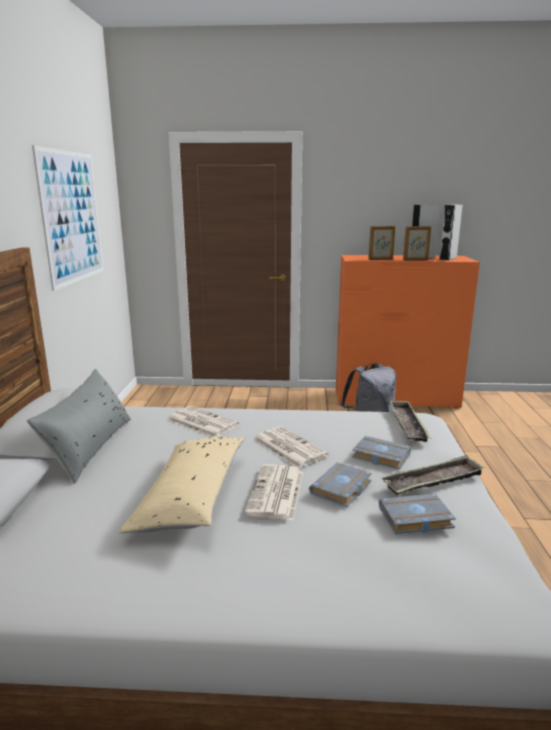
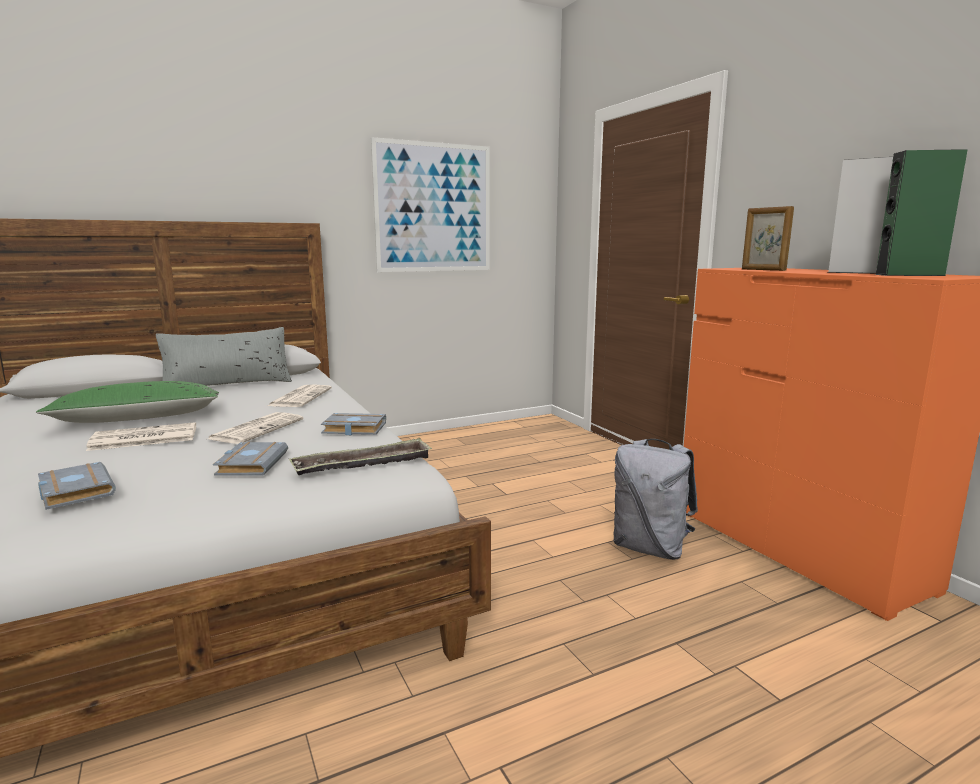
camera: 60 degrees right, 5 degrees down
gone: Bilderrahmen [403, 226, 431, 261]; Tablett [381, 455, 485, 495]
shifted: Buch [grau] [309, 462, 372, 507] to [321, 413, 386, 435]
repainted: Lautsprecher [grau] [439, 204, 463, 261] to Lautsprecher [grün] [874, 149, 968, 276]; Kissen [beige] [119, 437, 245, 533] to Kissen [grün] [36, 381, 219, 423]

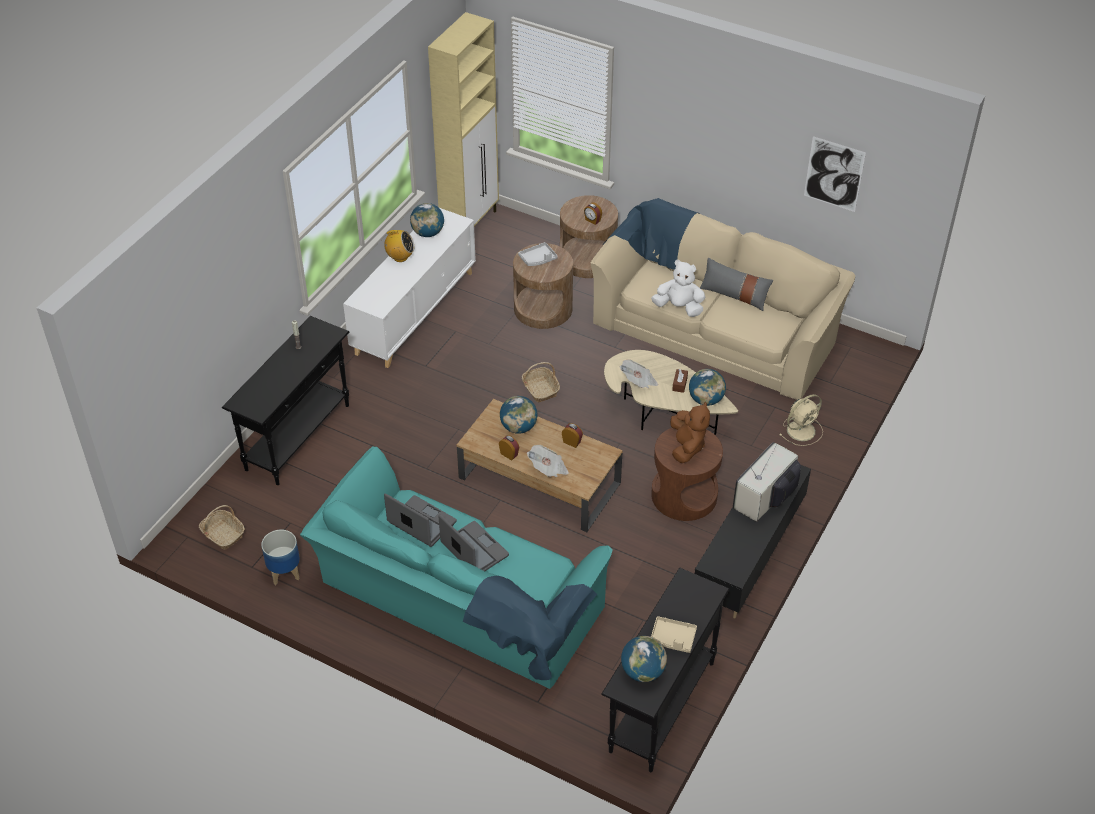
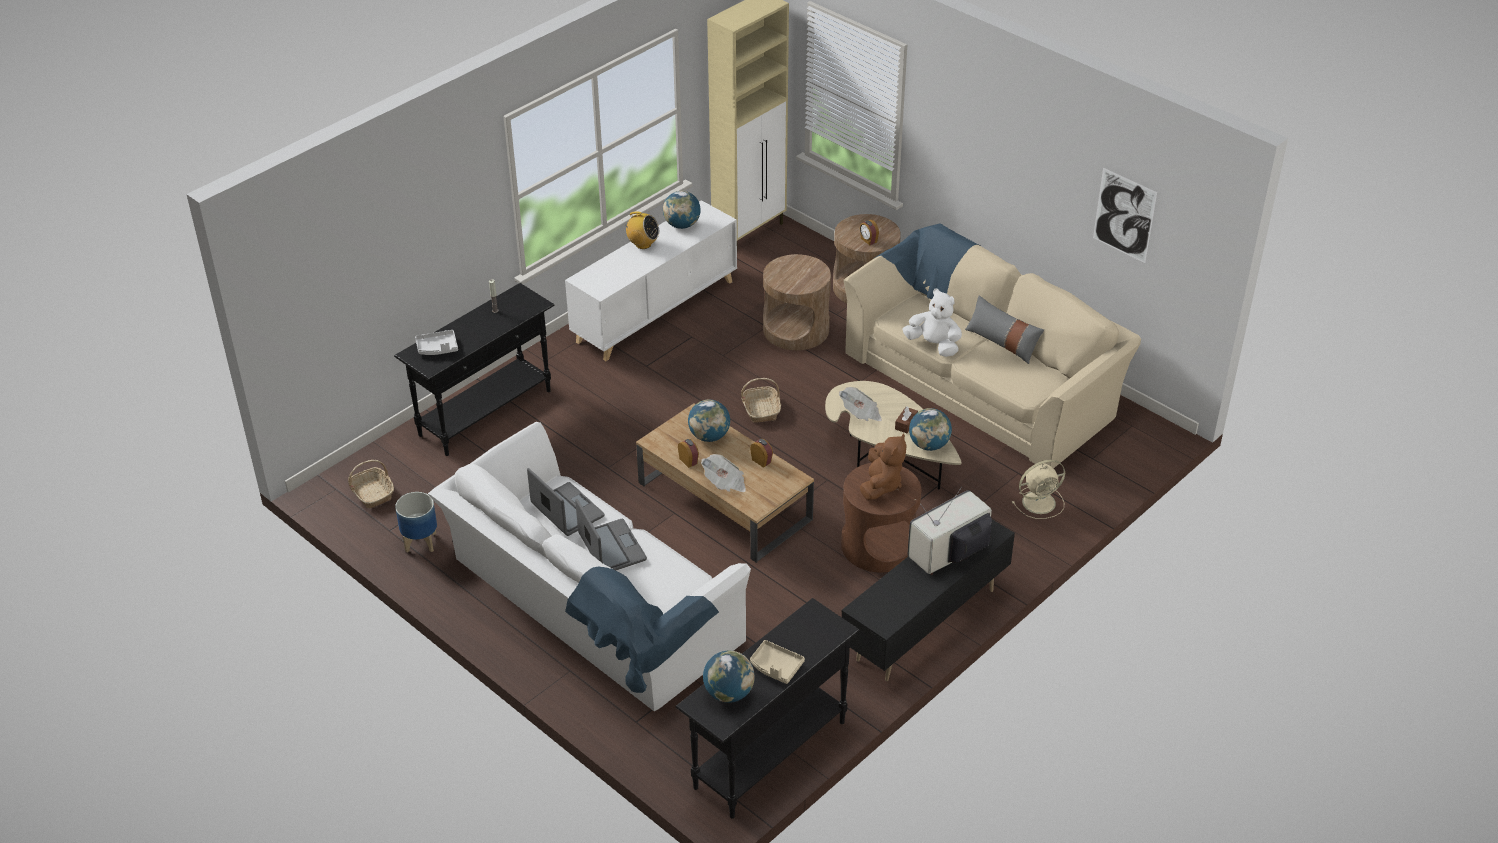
camera: 15 degrees right, 5 degrees down
shifted: Tablett [grau] [518, 242, 558, 266] to [415, 330, 458, 355]
repainted: Sofa [türkis] [300, 447, 613, 689] to Sofa [weiß] [428, 422, 751, 711]

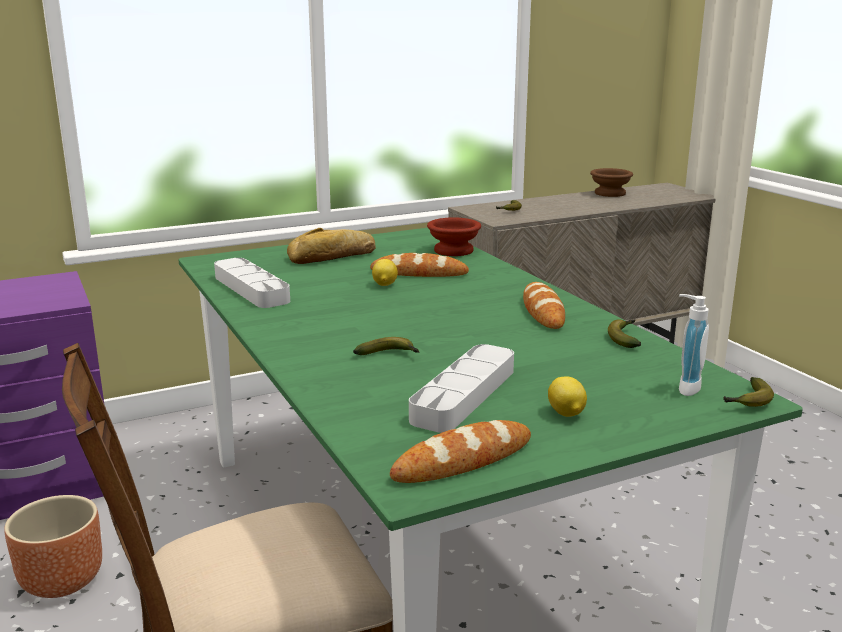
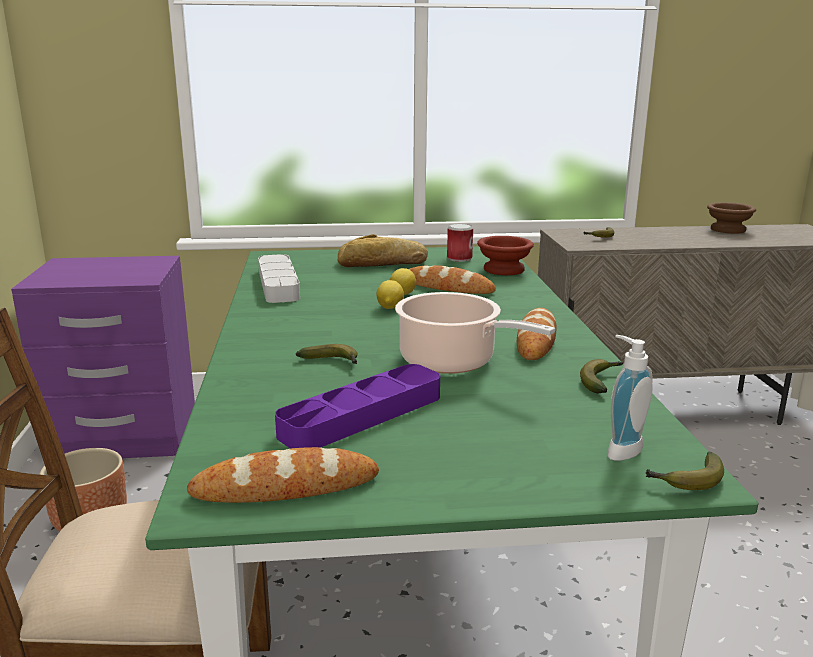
camera: 20 degrees right, 0 degrees up
new: Dose [447, 224, 473, 262]; Kochtopf [395, 292, 555, 374]
shifted: Zitrone [548, 376, 587, 417] to [376, 280, 404, 309]
repainted: Tablett [grau] [409, 344, 514, 433] to Tablett [lila] [275, 364, 440, 449]

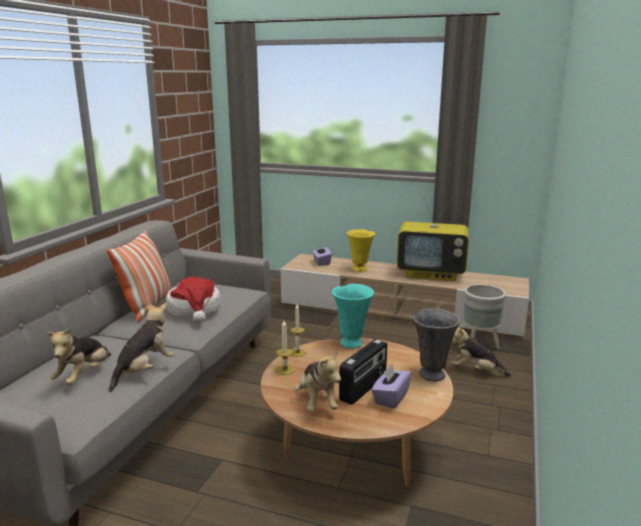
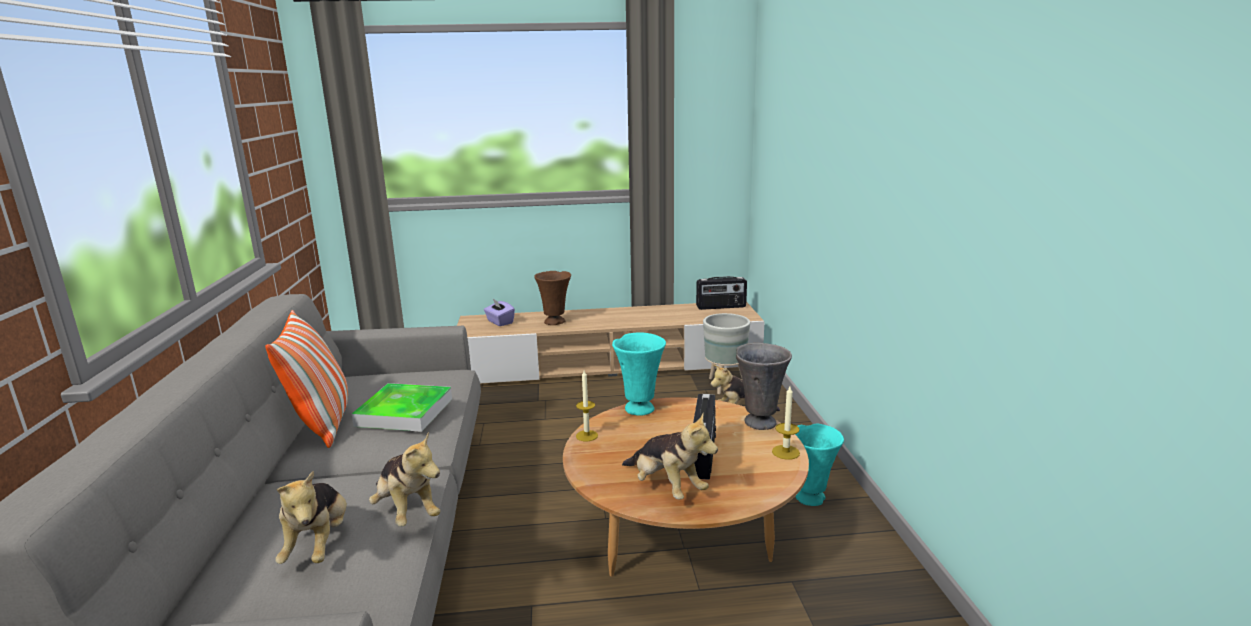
camera: 25 degrees left, 0 degrees up
gone: Fernseher [397, 197, 469, 281]; Taschentuchbox [lila] [371, 364, 412, 409]
new: Radio [696, 276, 747, 310]; Vase [türkis] [795, 424, 844, 506]
shifted: Kerze [275, 321, 295, 375] to [772, 386, 800, 460]
swapped: Hut [166, 277, 221, 323] to Tablett [352, 383, 452, 432]
repainted: Vase [gelb] [347, 229, 375, 272] to Vase [braun] [534, 271, 571, 325]
rotated: Plüschtier [109, 302, 174, 392] = [369, 432, 441, 527] 135 degrees clockwise

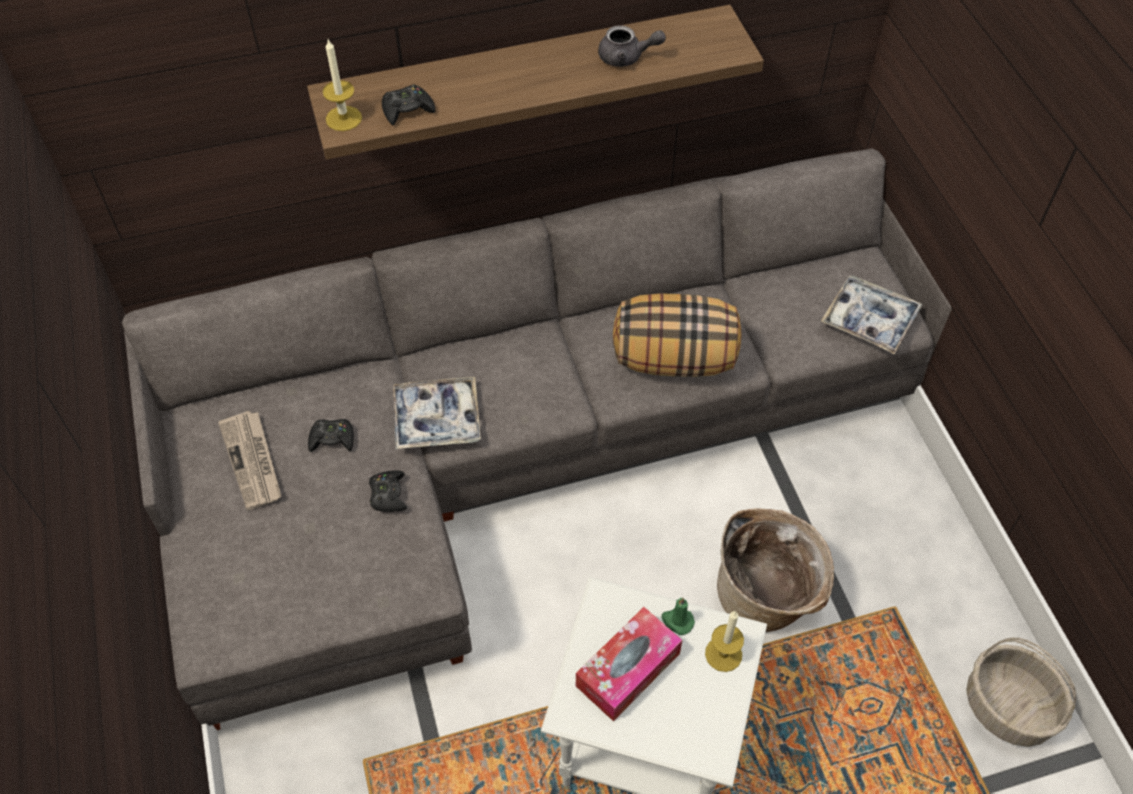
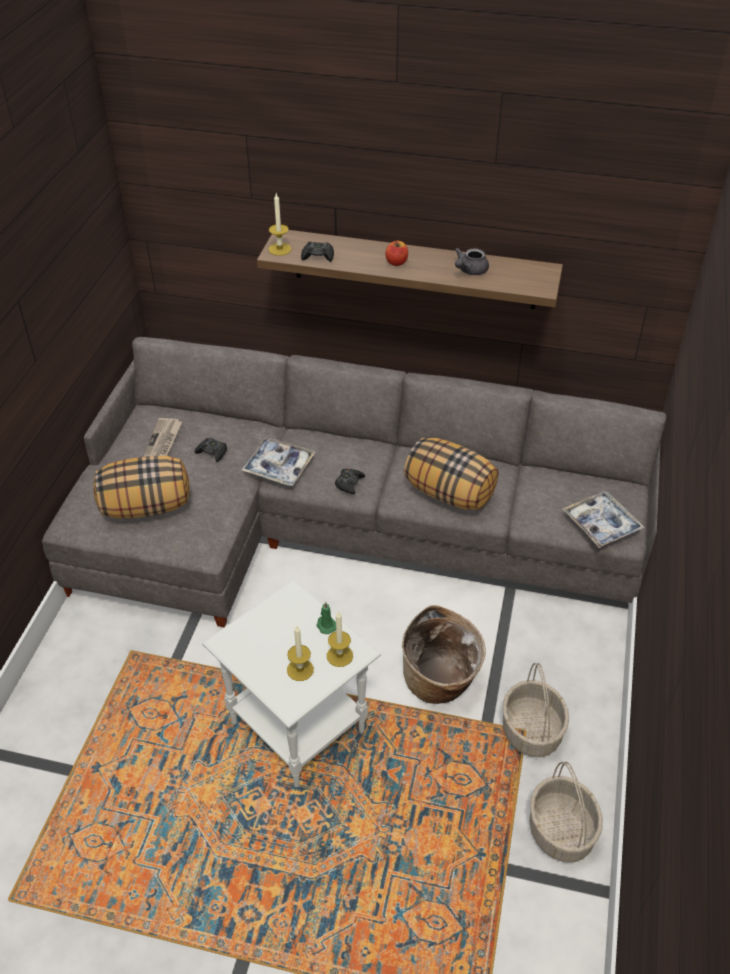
camera: 30 degrees right, 10 degrees down
gone: Taschentuchbox [576, 607, 682, 721]
new: Apfel [385, 241, 408, 266]; Kissen [93, 456, 189, 519]; Kerze [287, 626, 314, 681]; Korb [503, 663, 569, 757]
shifted: Gamepad [schwarz] [369, 470, 407, 512] to [335, 468, 365, 494]
rotated: Teekanne [grau] [598, 25, 666, 67] = [455, 248, 489, 275] 90 degrees clockwise

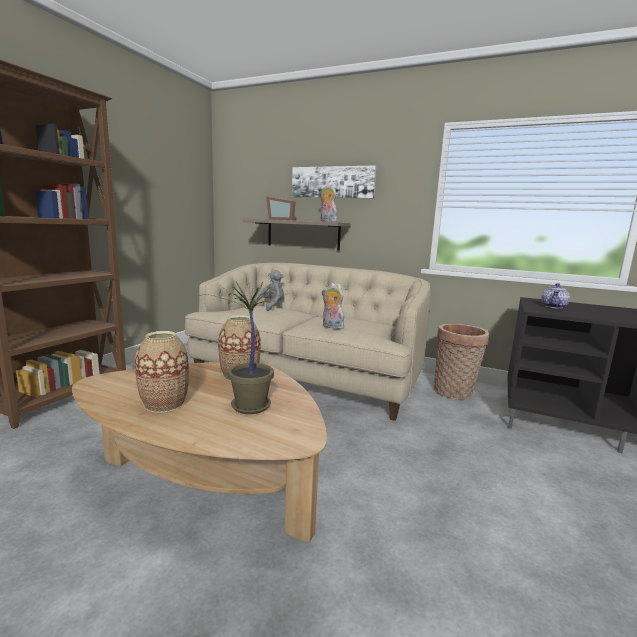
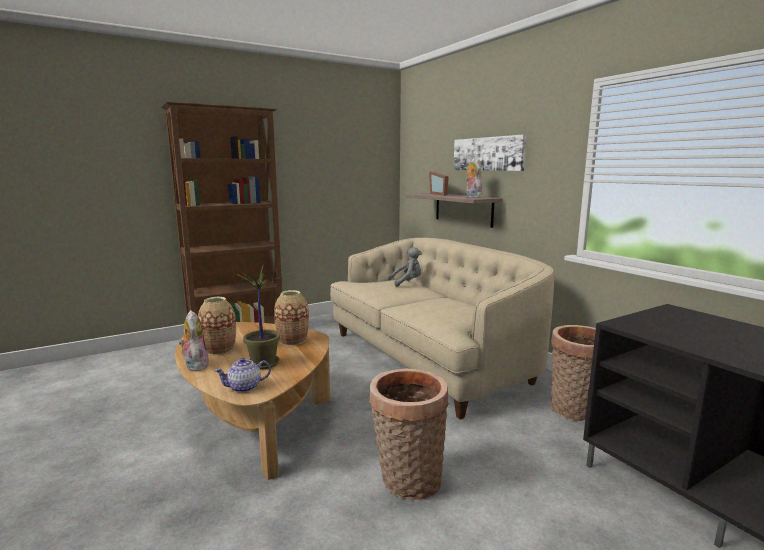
camera: 35 degrees right, 0 degrees up
new: Korb [369, 368, 449, 500]
shifted: Plüschtier [322, 283, 344, 329] to [178, 311, 209, 371]; Teekanne [541, 283, 570, 309] to [214, 358, 271, 393]

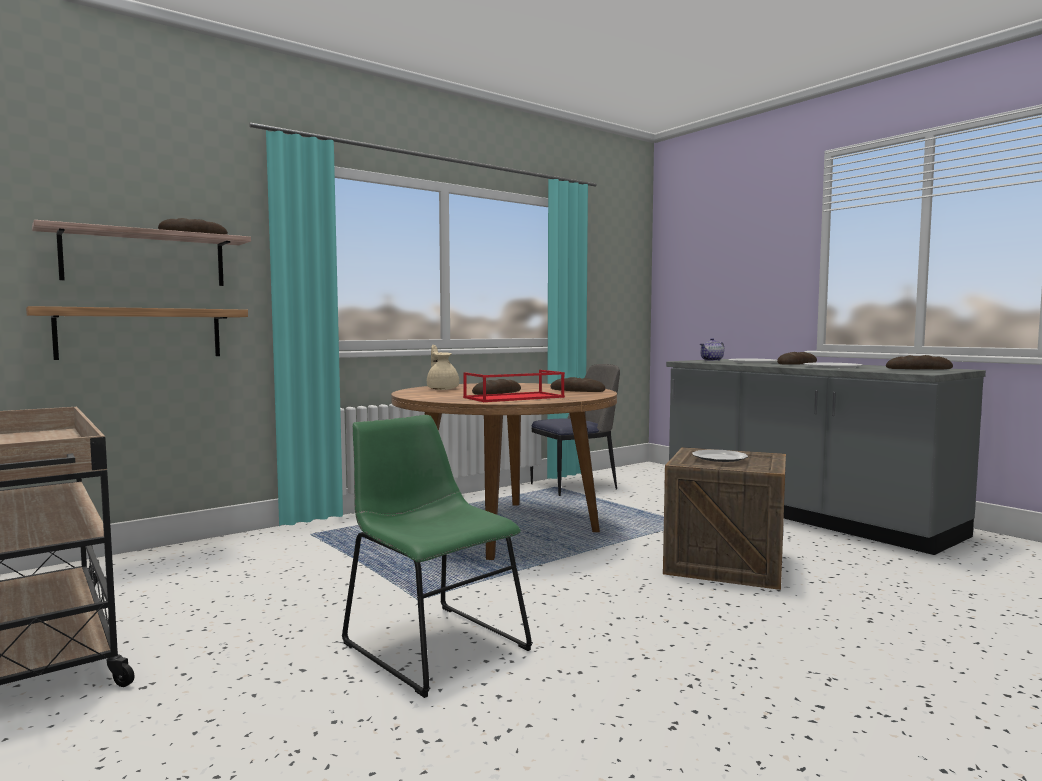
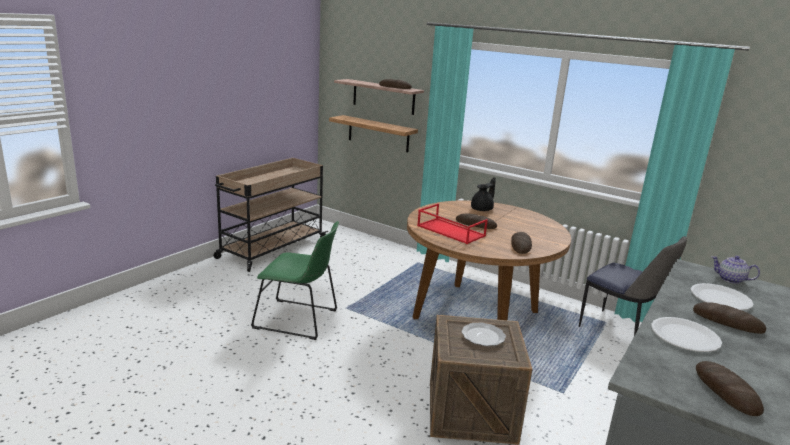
camera: 70 degrees right, 15 degrees up
repainted: Teekanne [beige] [427, 345, 459, 390] to Teekanne [schwarz] [471, 177, 496, 211]
rotated: Stuhl [grün] [342, 415, 533, 698] = [251, 221, 339, 340] 75 degrees clockwise

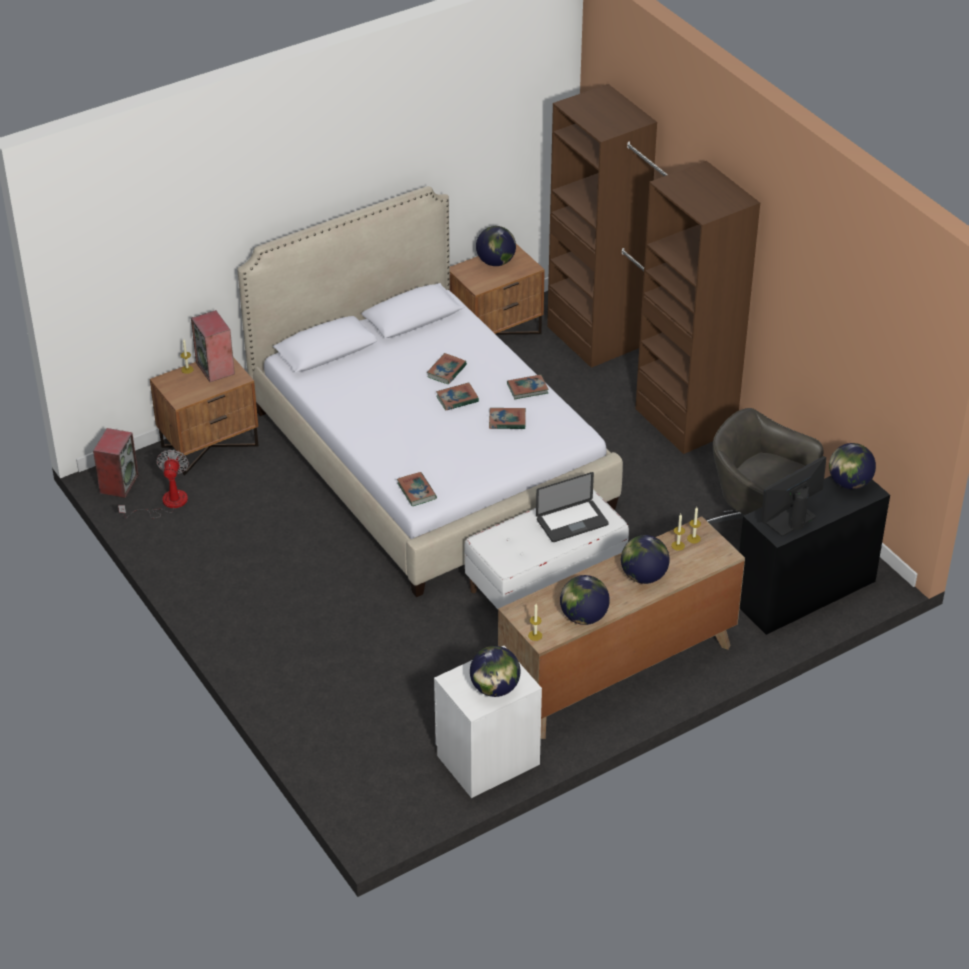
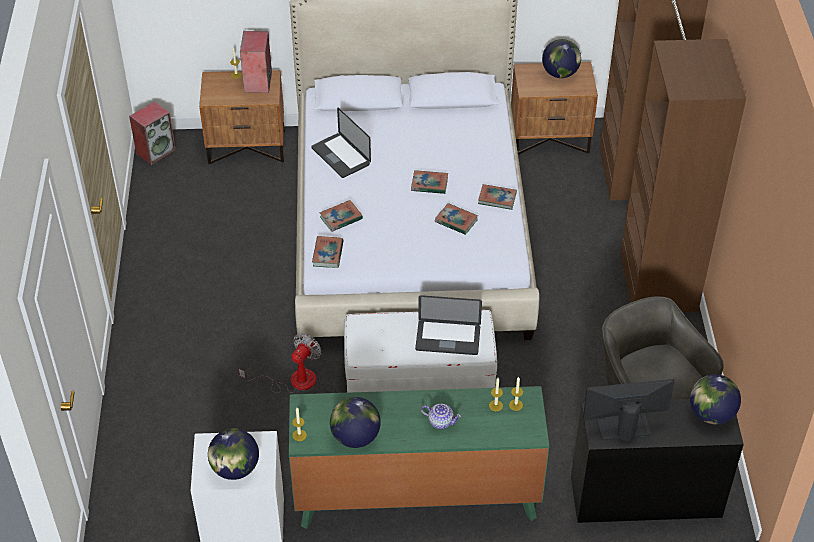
camera: 30 degrees right, 5 degrees up
new: Laptop [311, 107, 371, 178]
shifted: Buch [427, 353, 467, 384] to [320, 200, 363, 232]; Ventilator [118, 449, 189, 519] to [239, 333, 321, 393]
swapped: Globus [621, 535, 670, 584] to Teekanne [421, 404, 461, 429]
repainted: Kommode [braun] [498, 516, 745, 739] to Kommode [grün] [289, 386, 549, 529]

